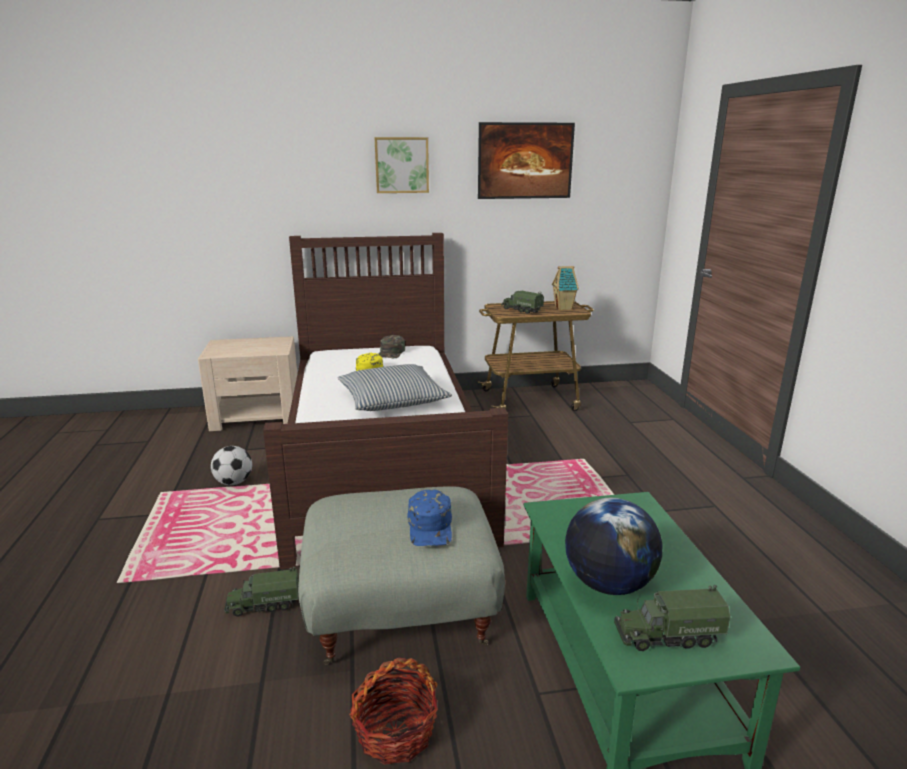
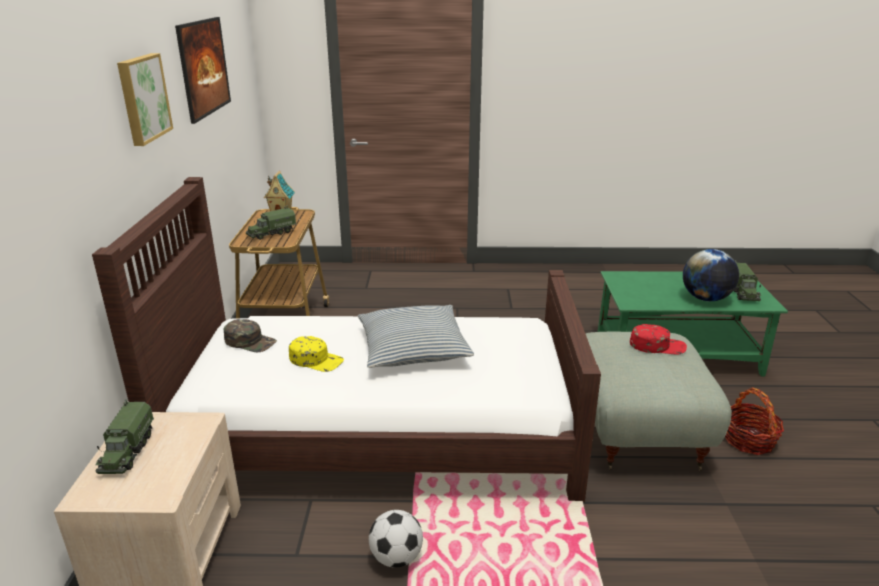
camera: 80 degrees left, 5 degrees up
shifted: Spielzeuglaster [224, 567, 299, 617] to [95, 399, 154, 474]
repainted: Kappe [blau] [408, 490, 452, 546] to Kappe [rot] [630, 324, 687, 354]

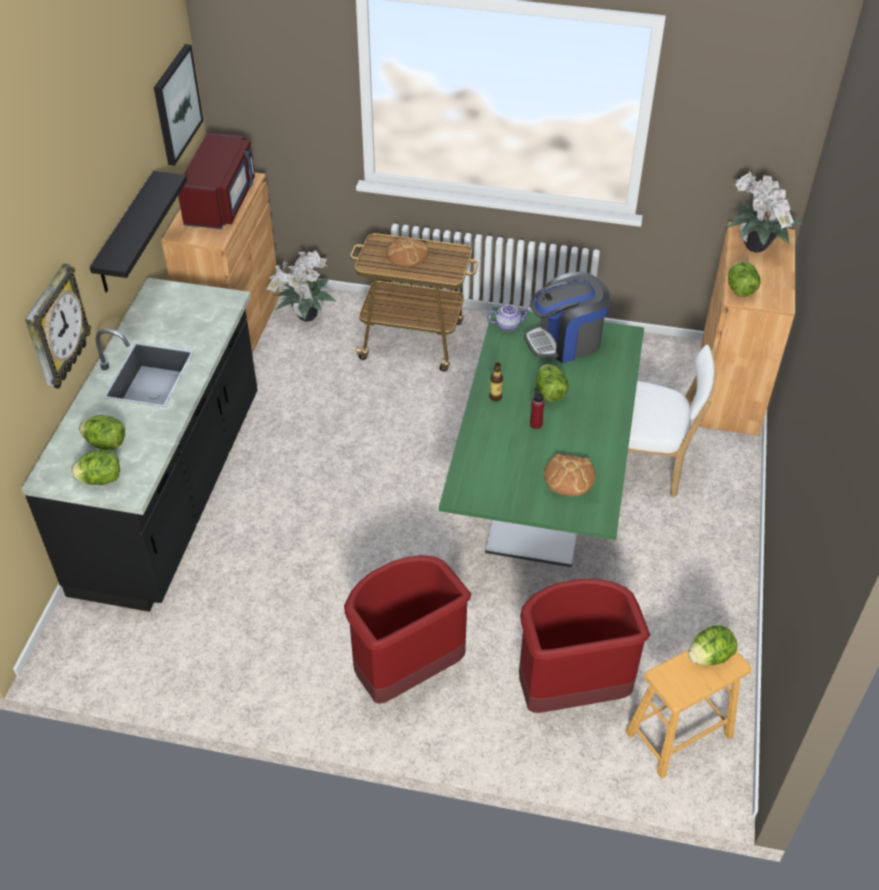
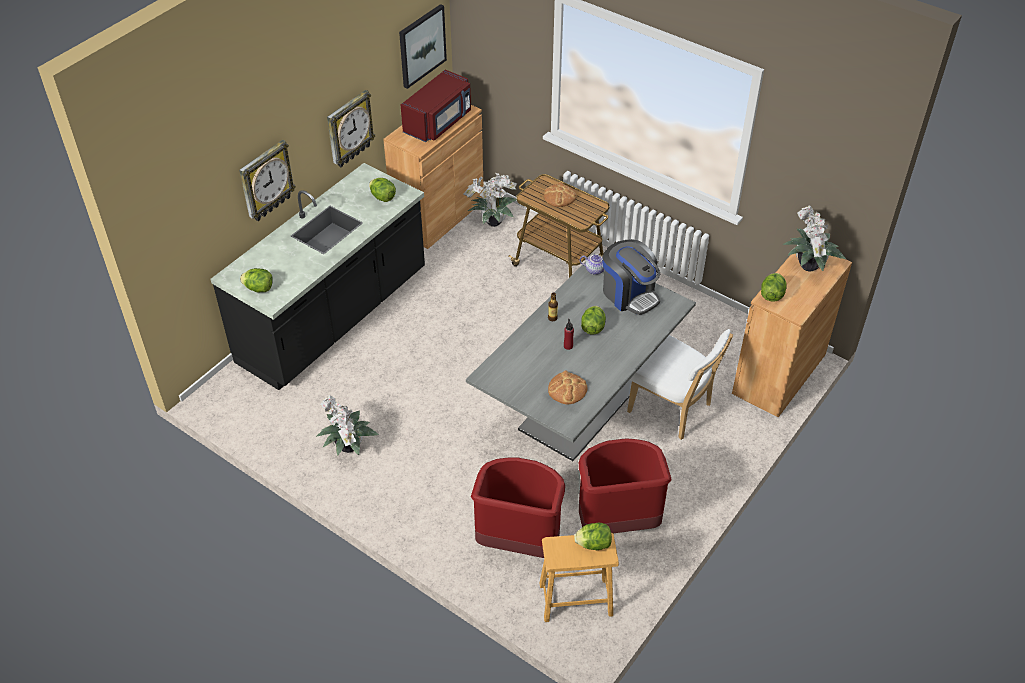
camera: 25 degrees right, 0 degrees up
new: Topfpflanze [316, 395, 379, 456]
shifted: Salatkopf [79, 415, 125, 450] to [369, 178, 396, 202]; Mülleimer [rot] [344, 555, 471, 704] to [579, 438, 672, 533]
swapped: Wandregal [schwarz] [90, 171, 187, 292] to Wanduhr [327, 90, 375, 167]
repainted: Esstisch [grün] [439, 307, 644, 567] to Esstisch [grau] [466, 254, 696, 461]
rotated: Kaffeemaschine [524, 272, 610, 363] = [602, 239, 660, 315] 135 degrees counterclockwise

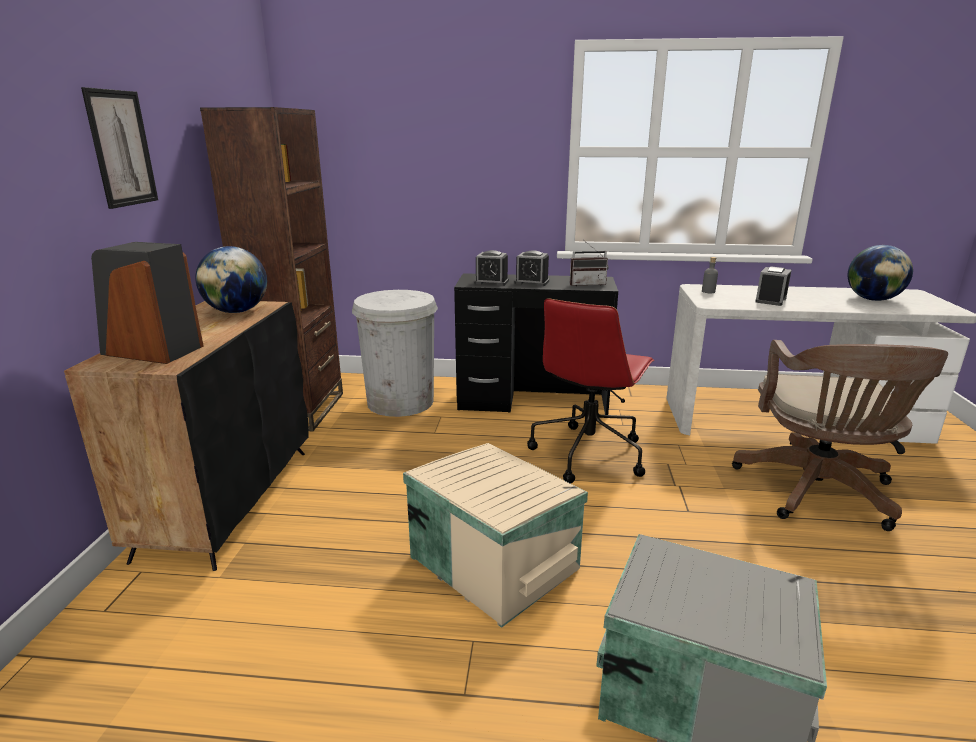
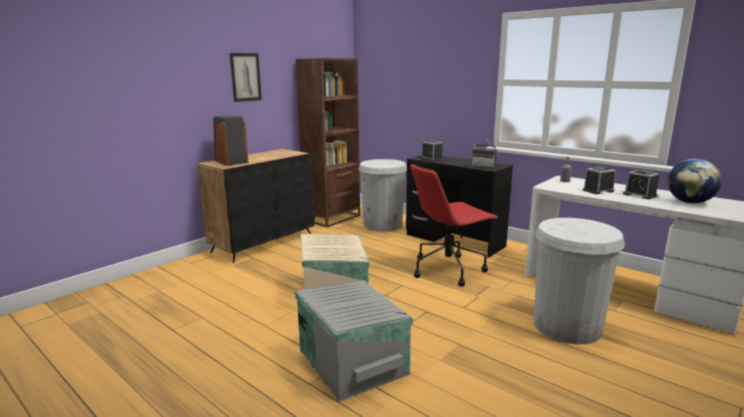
camera: 35 degrees right, 5 degrees down
gone: Globus [195, 246, 267, 313]
shifted: Wecker [514, 250, 549, 286] to [623, 170, 659, 199]
swapped: Bürostuhl [braun] [732, 340, 948, 531] to Mülleimer [weiß] [534, 218, 625, 345]

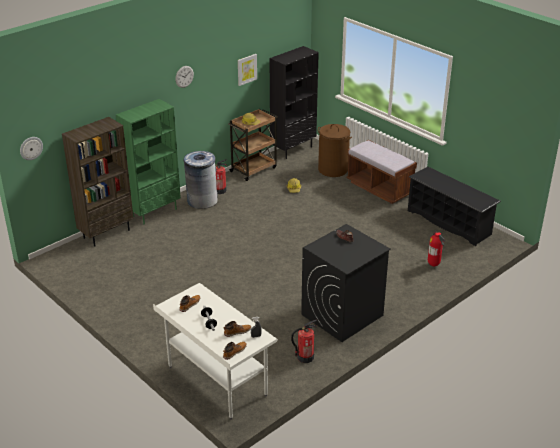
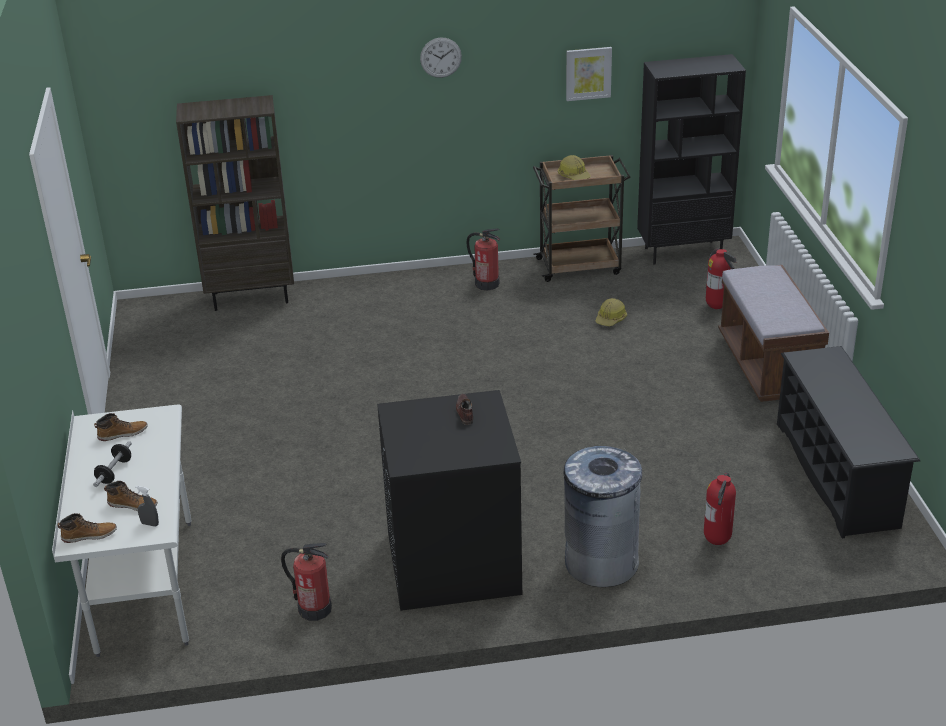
camera: 35 degrees right, 0 degrees up
gone: Bücherregal [grün] [116, 99, 181, 224]; Wanduhr [20, 137, 43, 160]
shifted: Mülleimer [grau] [184, 151, 218, 209] to [564, 446, 642, 587]
swapped: Wäschekorb [braun] [318, 124, 352, 177] to Feuerlöscher [705, 248, 737, 309]

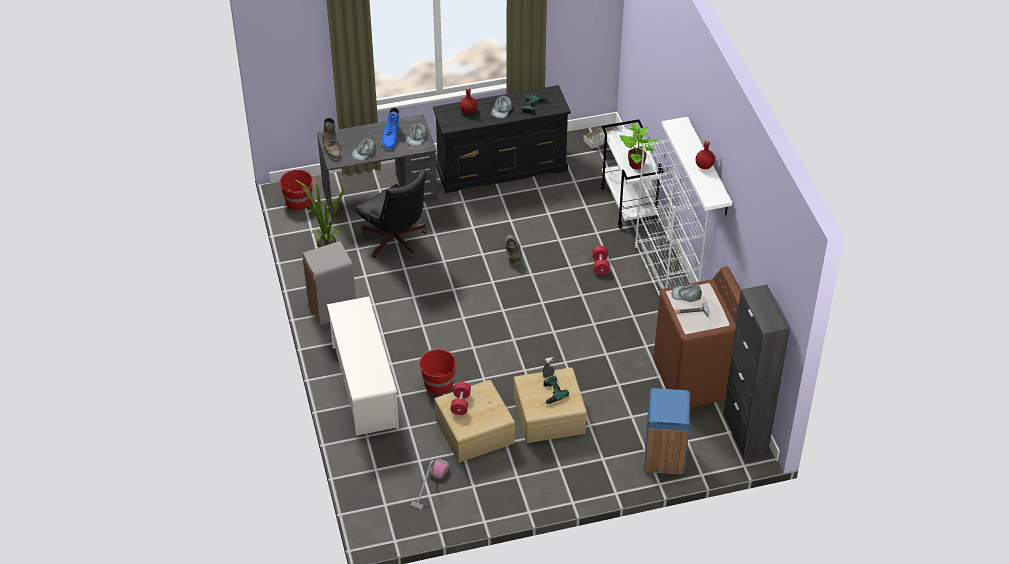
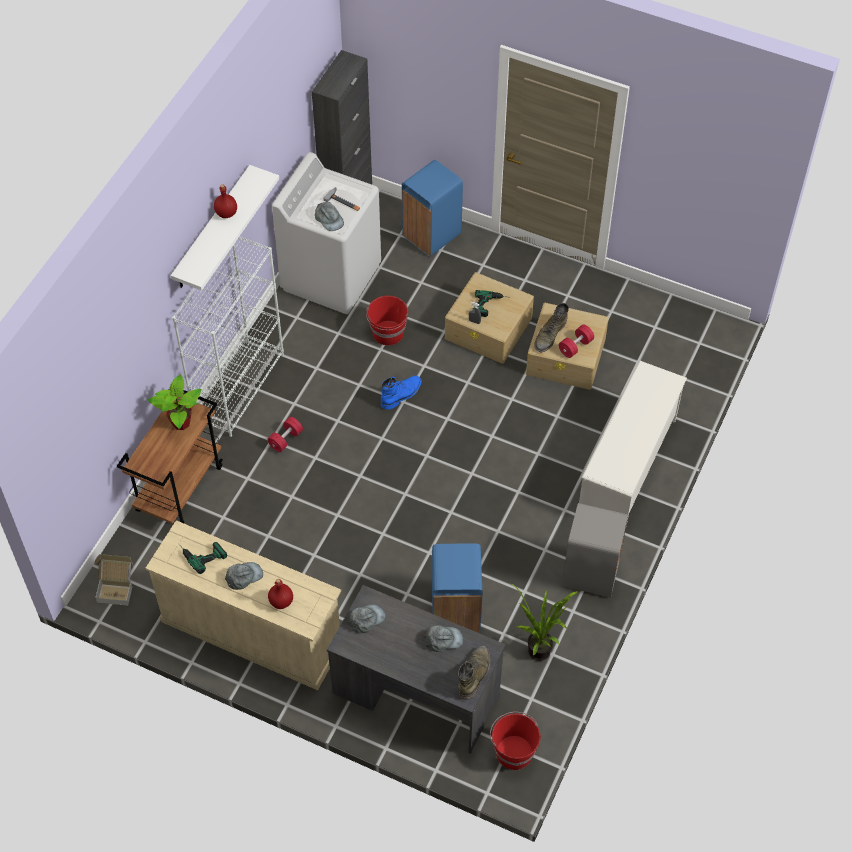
camera: 140 degrees left, 10 degrees up
gone: Staubsauger [410, 459, 450, 510]
shifted: Stiefel [blau] [382, 108, 399, 150] to [381, 376, 422, 410]; Stiefel [grün] [505, 234, 521, 266] to [534, 303, 569, 352]; Eimer [rot] [418, 348, 457, 395] to [366, 296, 408, 345]
swapped: Bürostuhl [schwarz] [355, 169, 427, 258] to Mülleimer [blau] [432, 543, 483, 633]
repainted: Kommode [schwarz] [433, 85, 571, 193] to Kommode [beige] [145, 520, 341, 690]; Rollwagen [weiß] [601, 119, 665, 229] to Rollwagen [braun] [117, 390, 223, 524]; Waschmaschine [braun] [654, 267, 741, 407] to Waschmaschine [weiß] [272, 152, 381, 314]

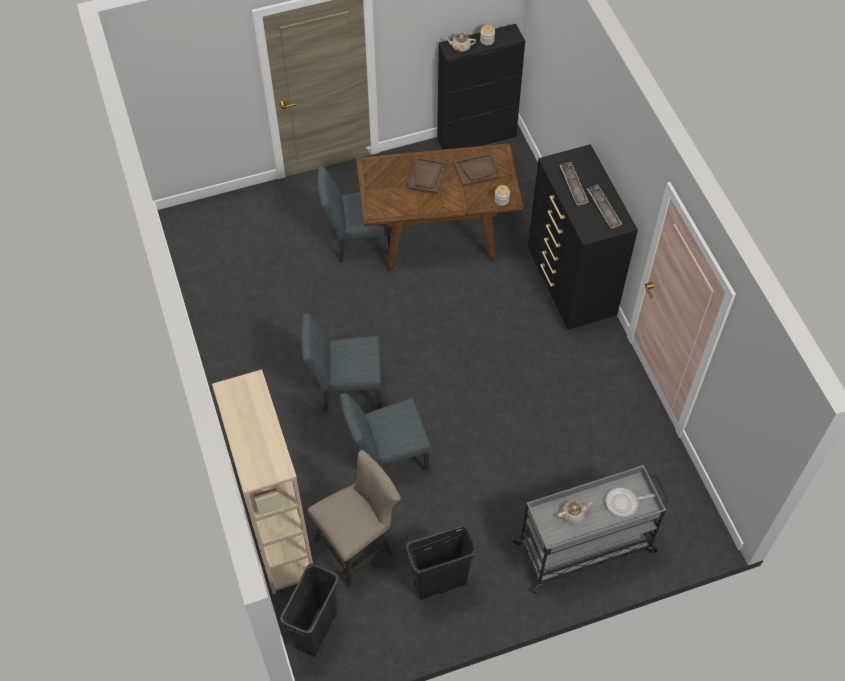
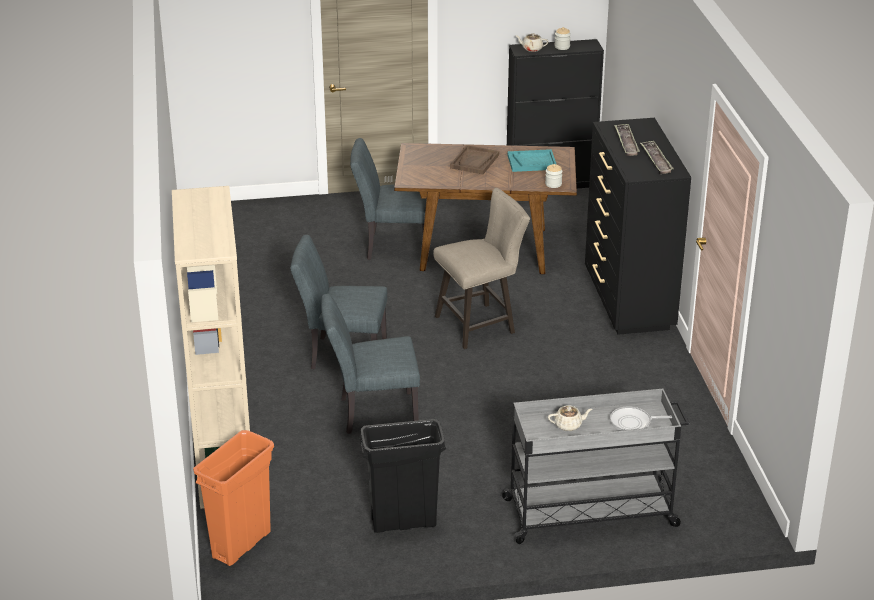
camera: 10 degrees right, 25 degrees down
shifted: Hocker [beige] [307, 450, 401, 587] to [433, 188, 530, 349]
repainted: Tablett [braun] [454, 153, 501, 187] to Tablett [türkis] [507, 149, 557, 172]; Mülleimer [schwarz] [280, 564, 339, 657] to Mülleimer [orange] [193, 430, 274, 566]

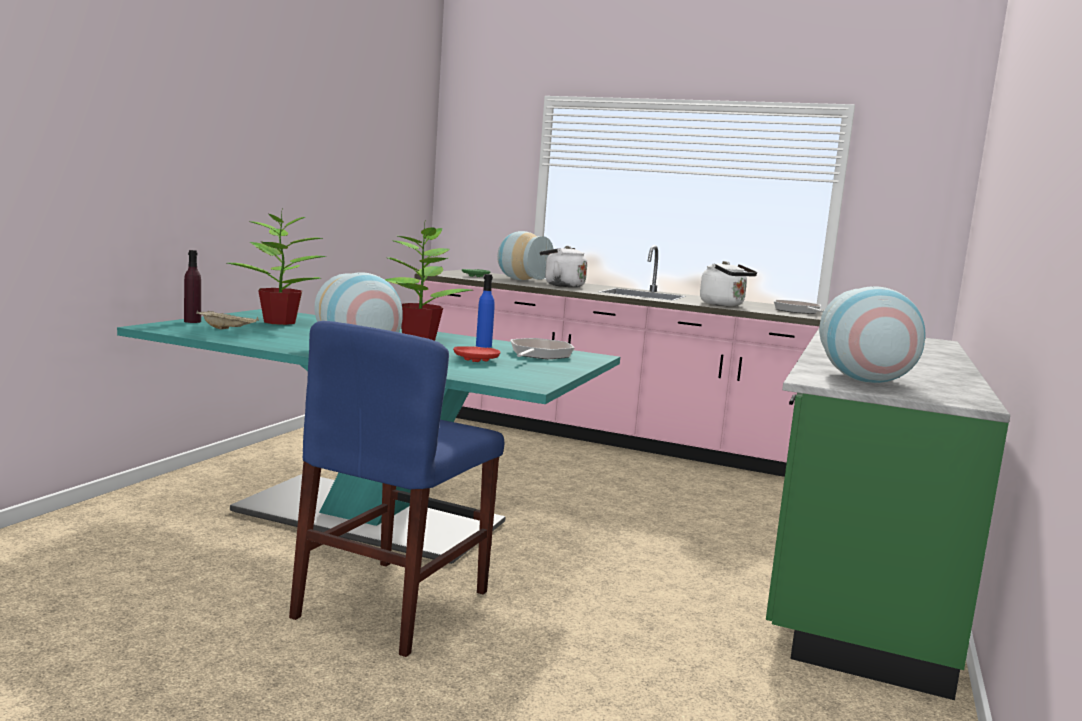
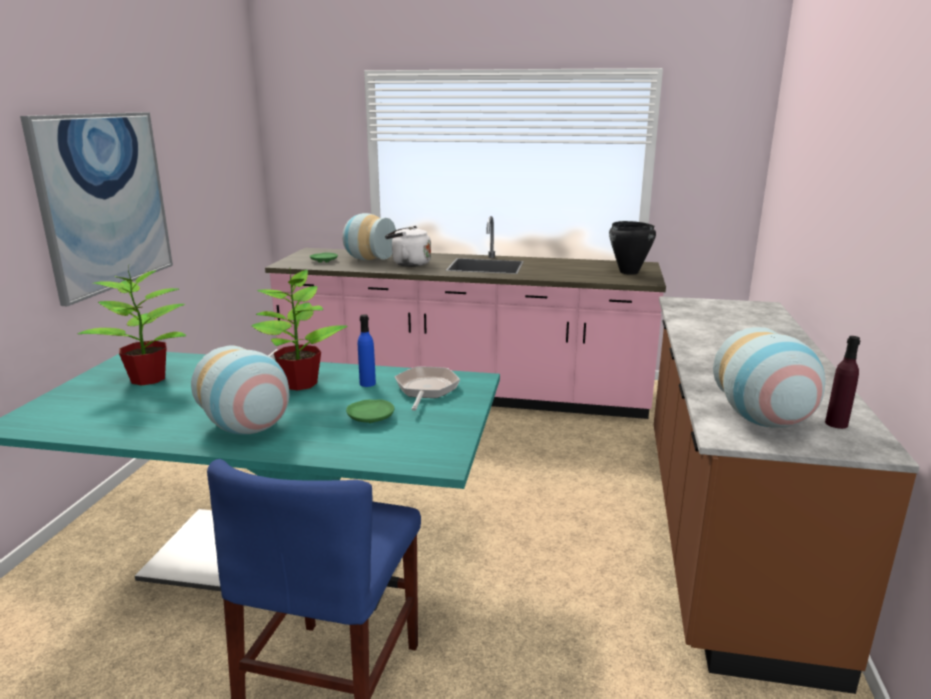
camera: 10 degrees left, 10 degrees up
gone: Wasserkessel [weiß] [700, 261, 757, 306]; Tablett [beige] [196, 310, 259, 329]
new: Bild [20, 112, 173, 306]
shifted: Flasche [lila] [184, 250, 201, 323] to [825, 336, 860, 429]
swapped: Pfanne [774, 300, 824, 314] to Kochtopf [schwarz] [609, 221, 656, 275]
repainted: Küchenzeile [grün] [766, 329, 1010, 700] to Küchenzeile [braun] [654, 296, 920, 694]; Teller [rot] [453, 346, 500, 362] to Teller [grün] [346, 399, 394, 423]

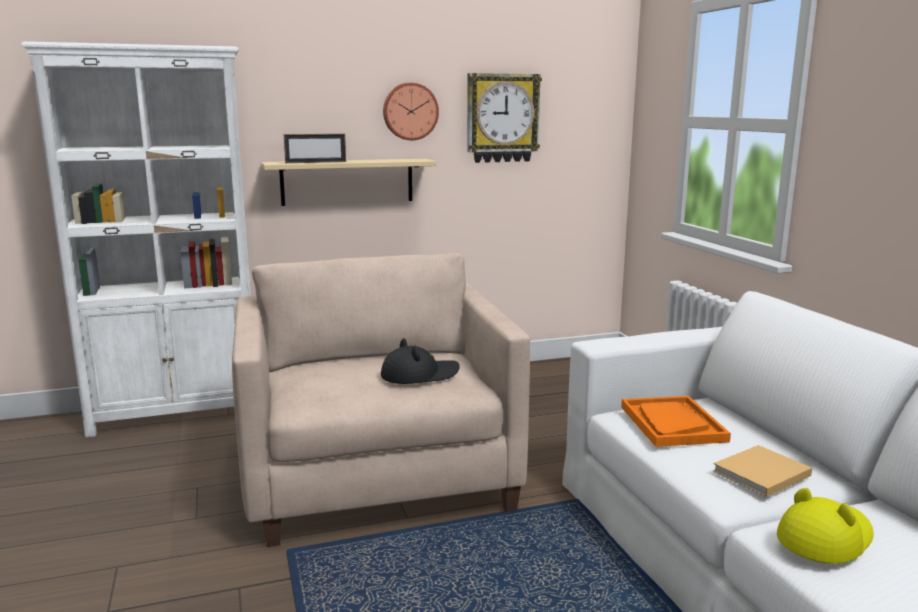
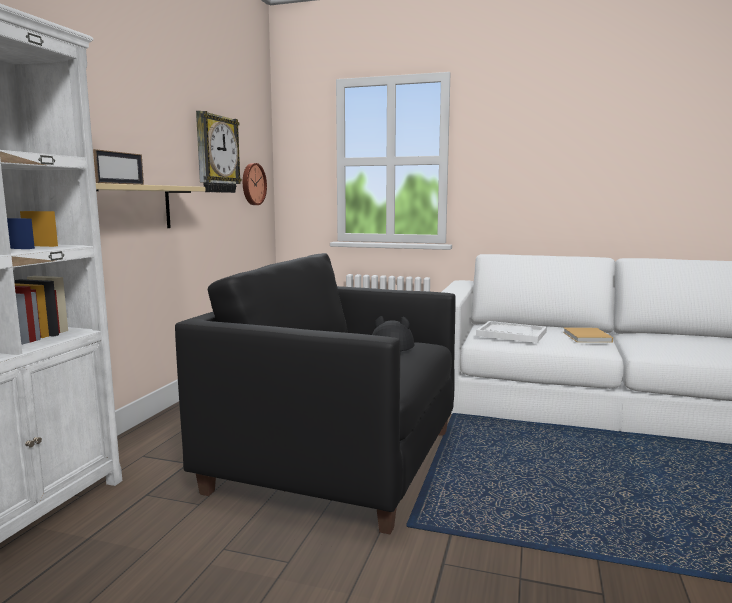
camera: 55 degrees left, 5 degrees down
gone: Hut [gelb] [777, 488, 874, 564]
shifted: Wanduhr [383, 83, 439, 140] to [243, 163, 267, 205]
repainted: Sessel [beige] [232, 253, 530, 547] to Sessel [schwarz] [175, 253, 456, 535]; Tablett [orange] [621, 396, 731, 447] to Tablett [weiß] [476, 321, 547, 343]

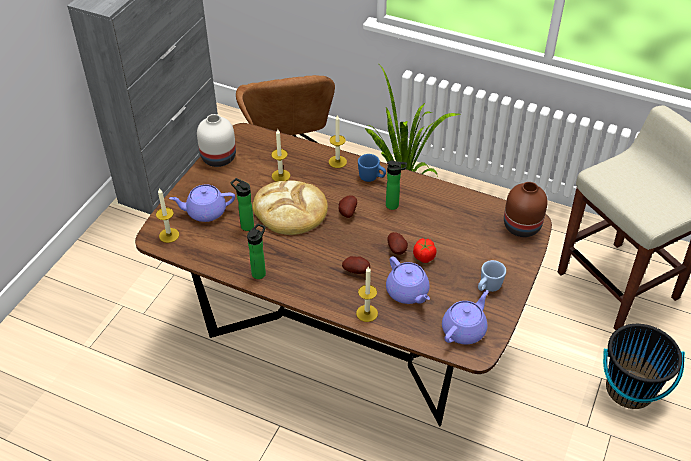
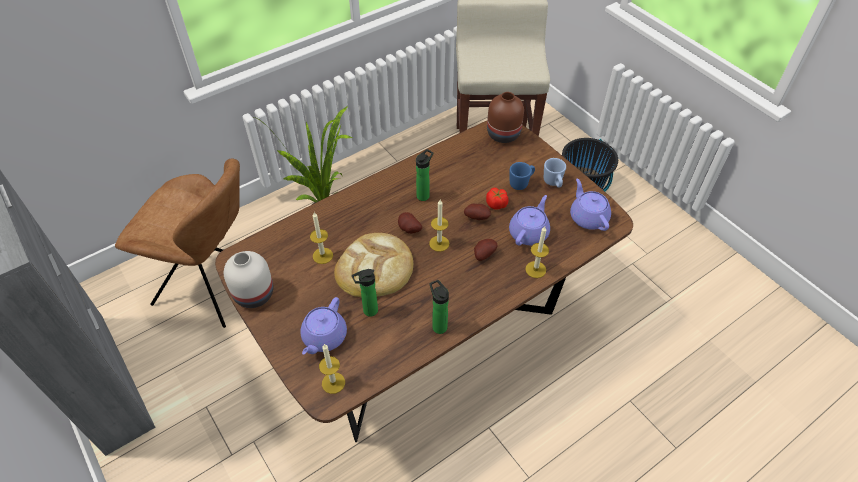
camera: 60 degrees left, 5 degrees up
shifted: Kerze [329, 115, 347, 168] to [429, 200, 449, 252]; Henkelbecher [blau] [358, 154, 386, 182] to [510, 162, 535, 190]
rotated: Teekanne [lila] [386, 256, 430, 304] = [509, 195, 550, 245] 60 degrees counterclockwise

